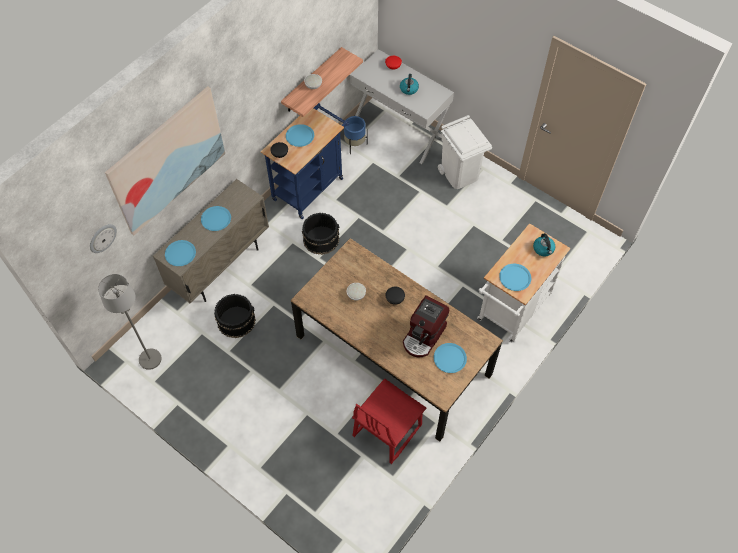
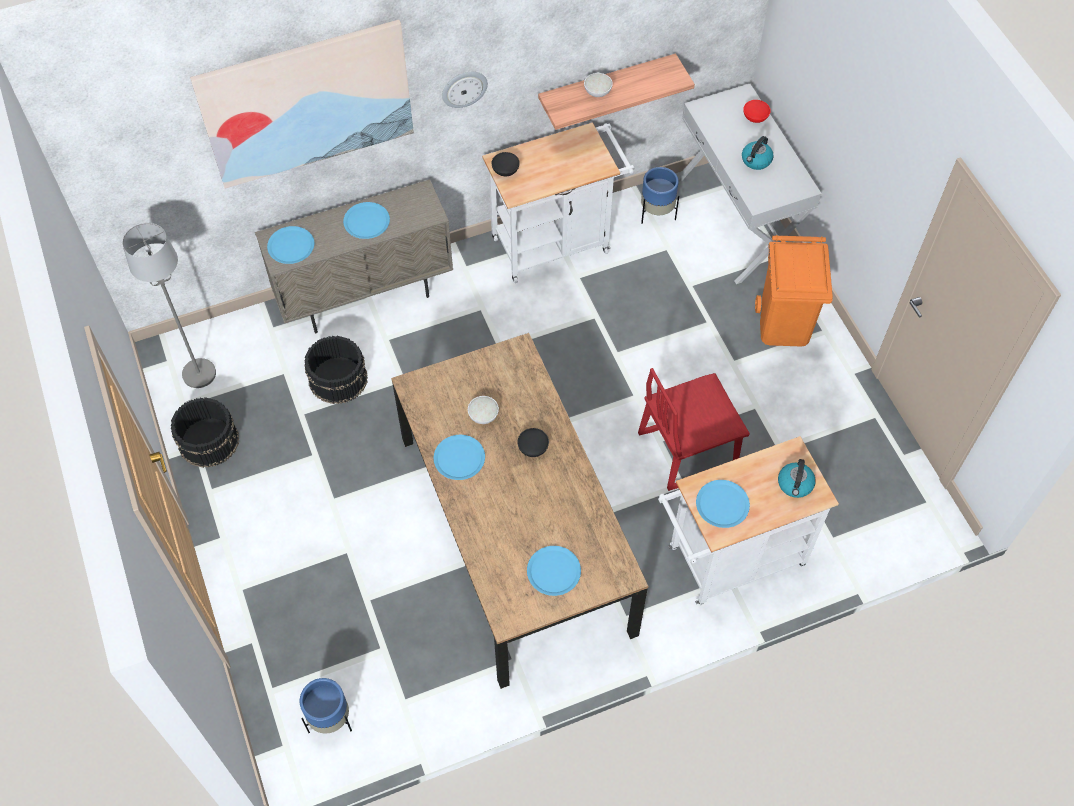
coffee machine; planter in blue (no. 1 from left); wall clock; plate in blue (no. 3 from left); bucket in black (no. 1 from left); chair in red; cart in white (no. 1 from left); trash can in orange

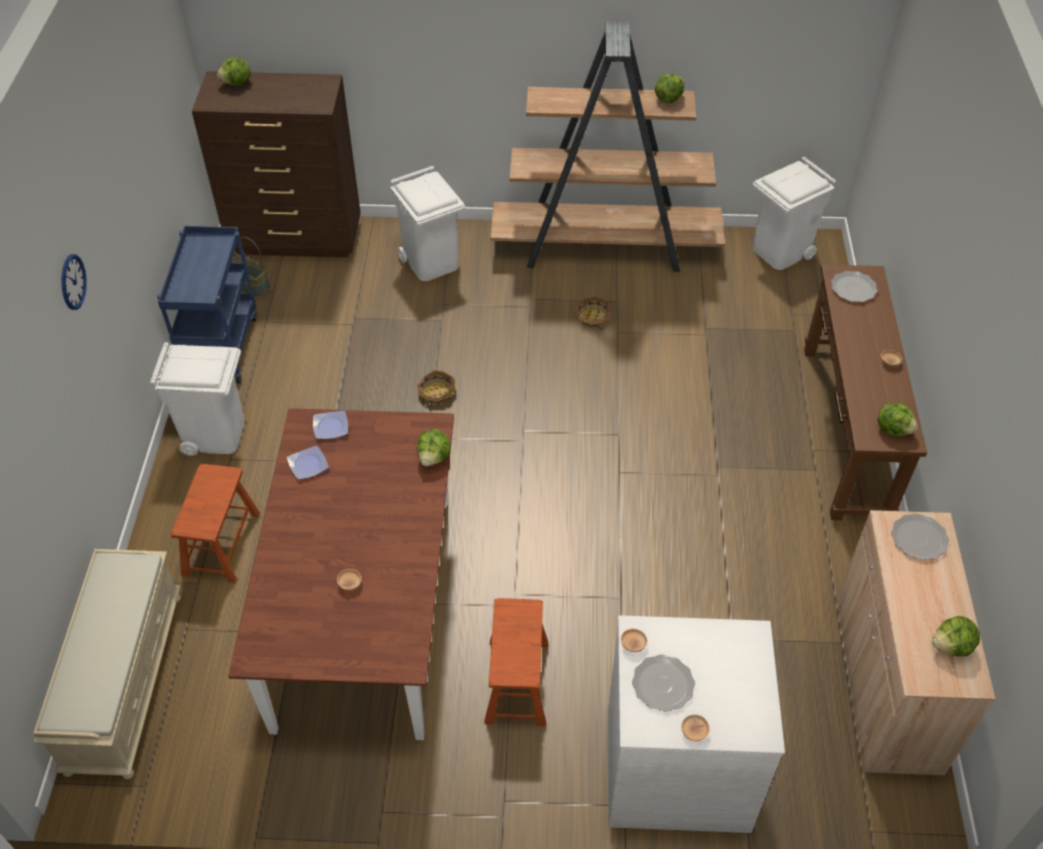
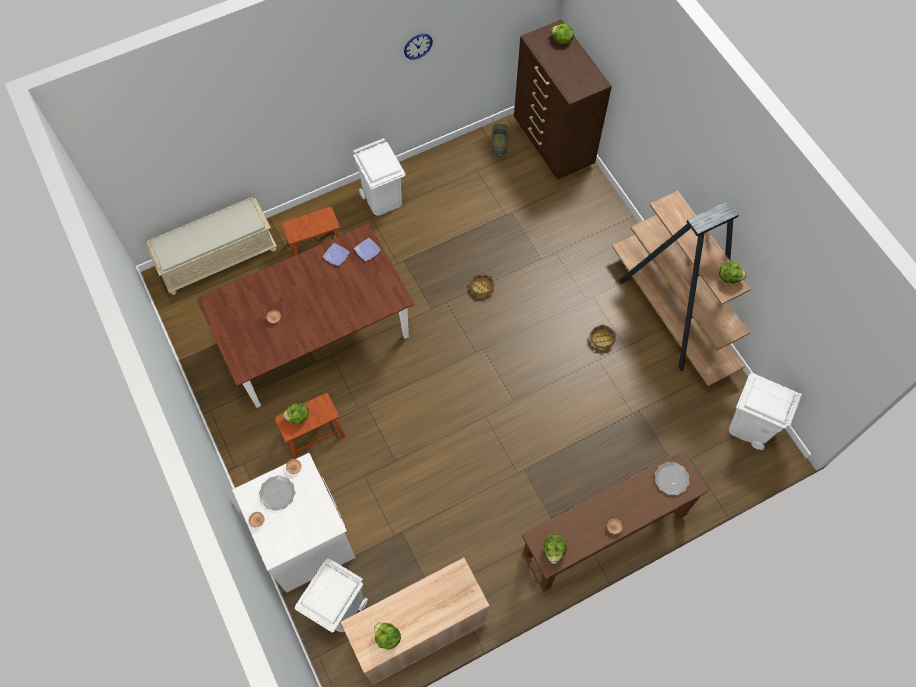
cart in blue; plate (no. 5 from left in the first image); wall clock; trash can in white (no. 1 from left); lettuce (no. 1 from left)

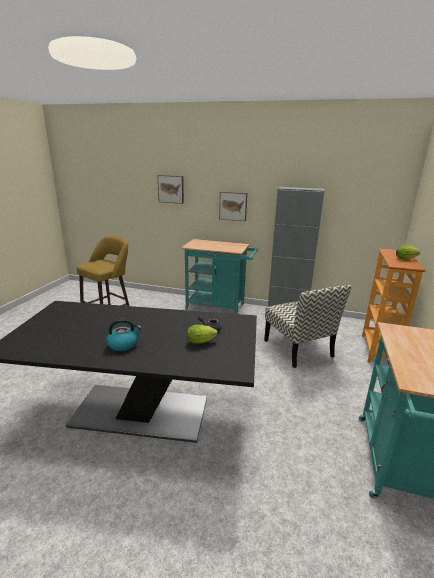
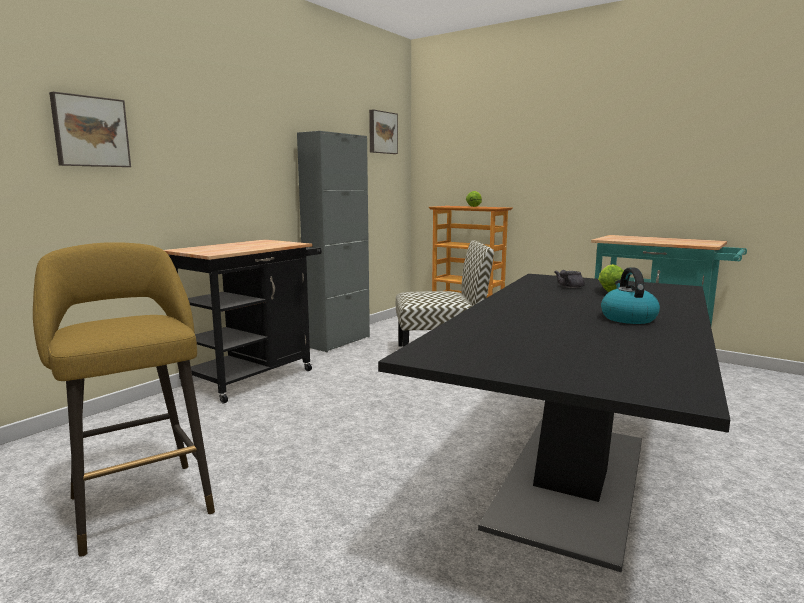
picture (no. 2 from left); cart in black

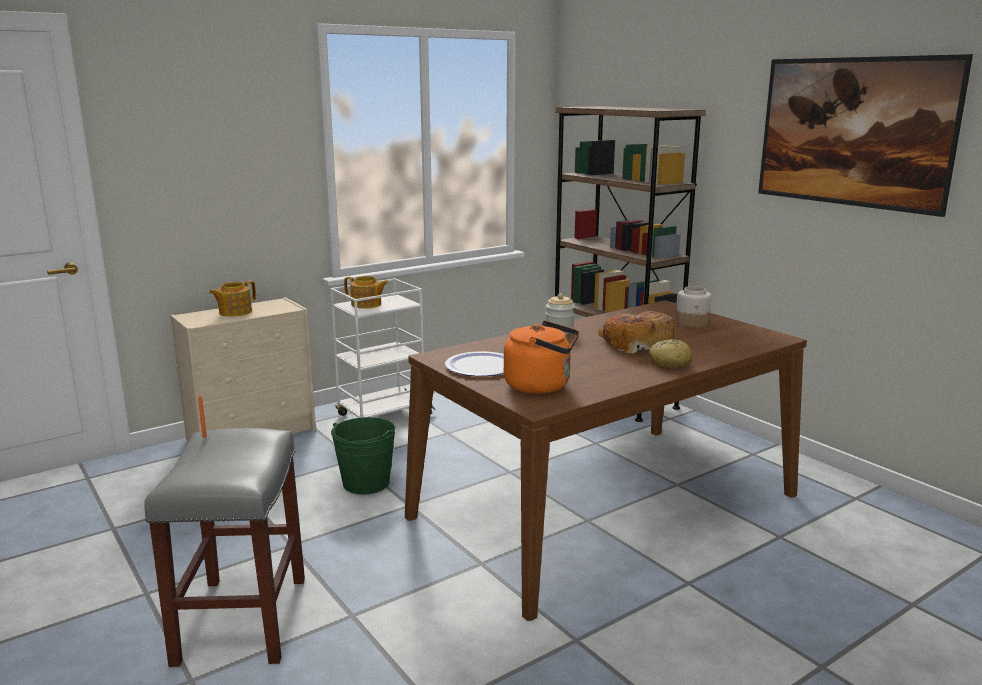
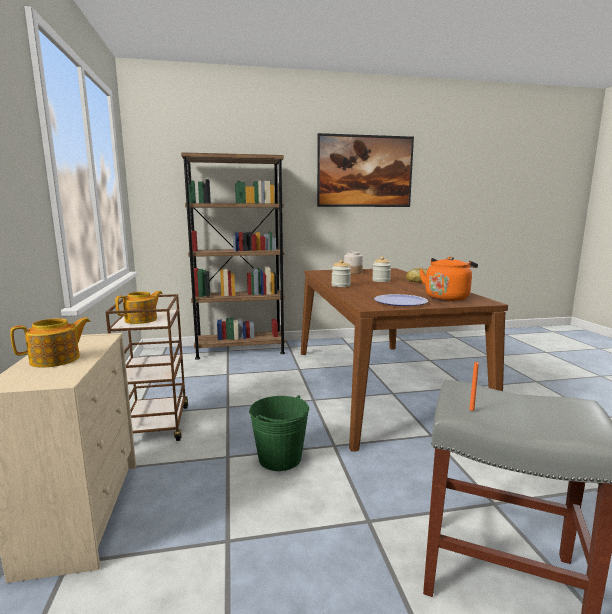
jar (no. 3 from left); cart in brown; teapot (no. 1 from left)

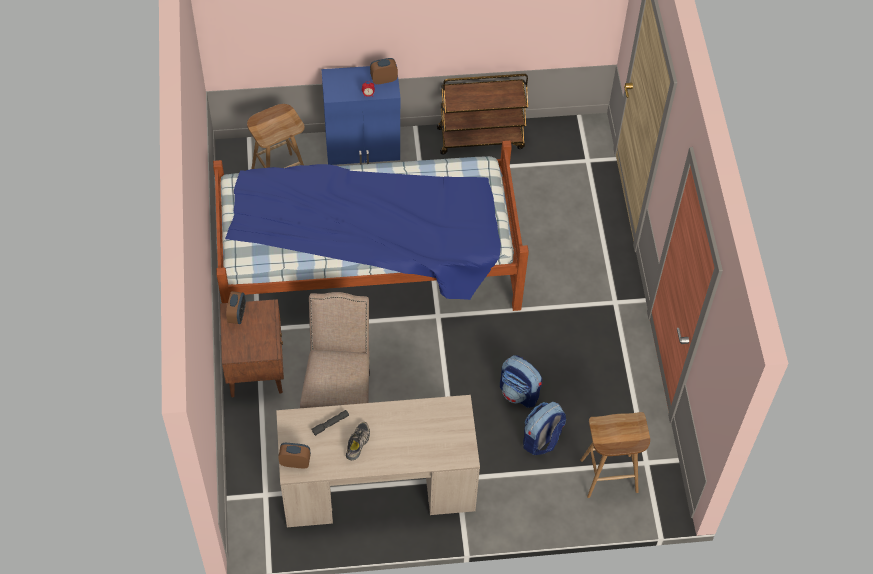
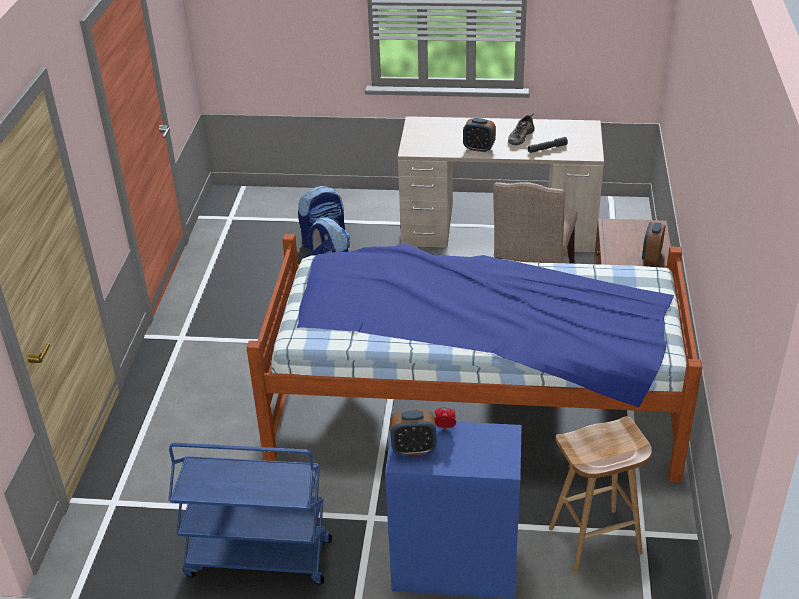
stool in brown (no. 2 from left in the first image); alarm clock (no. 3 from left); cart in blue

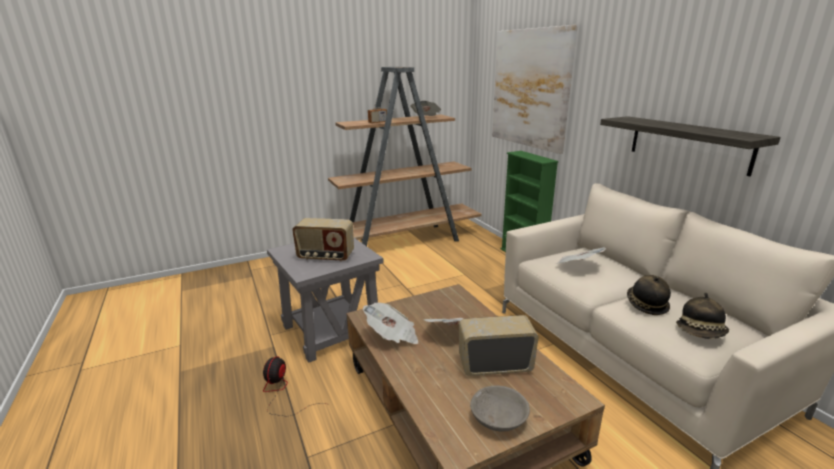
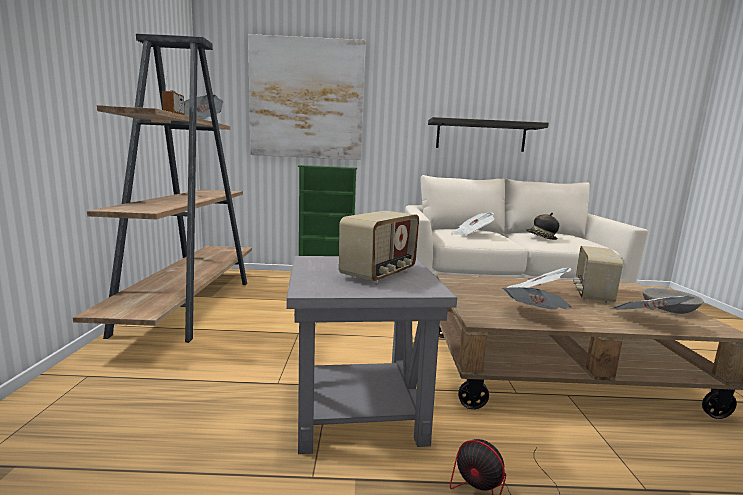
hat (no. 2 from left in the first image); newspaper (no. 5 from left)

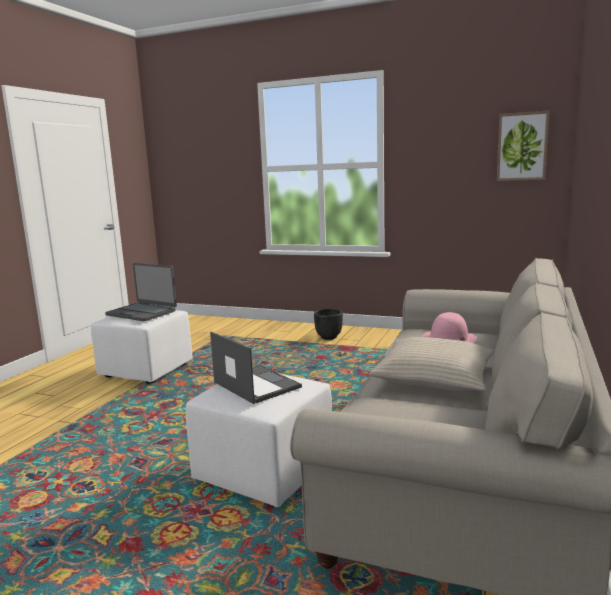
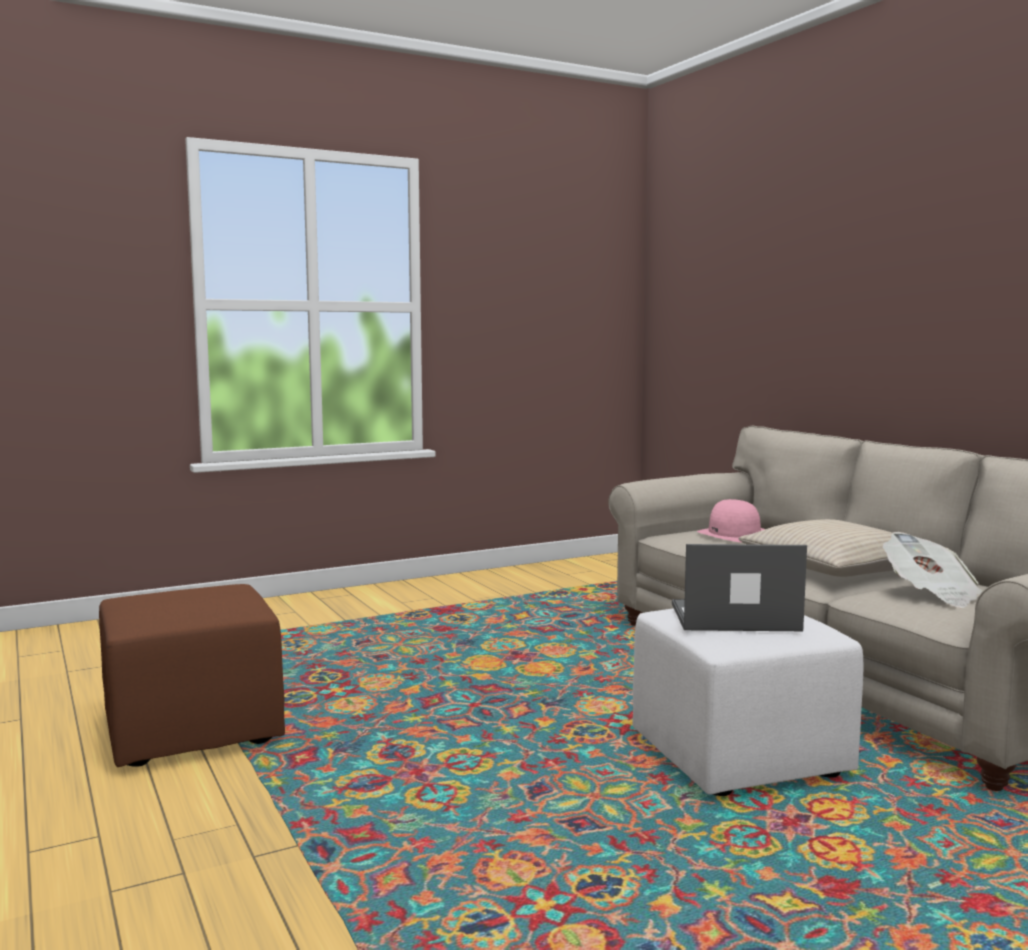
laptop (no. 1 from left in the first image); planter in black; picture; newspaper; ottoman in brown

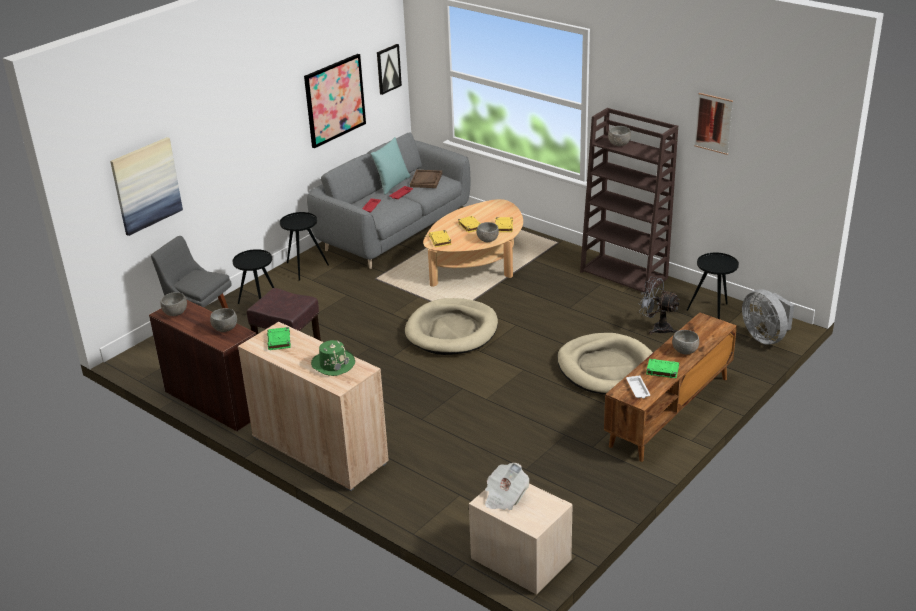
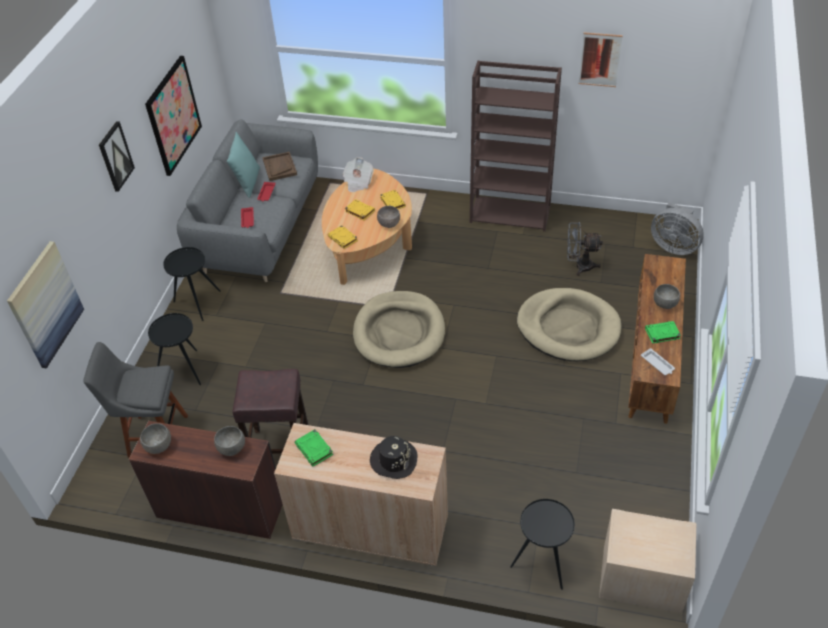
bowl in grey (no. 4 from left in the first image); picture (no. 2 from left); newspaper; side table in black (no. 3 from left); hat in black

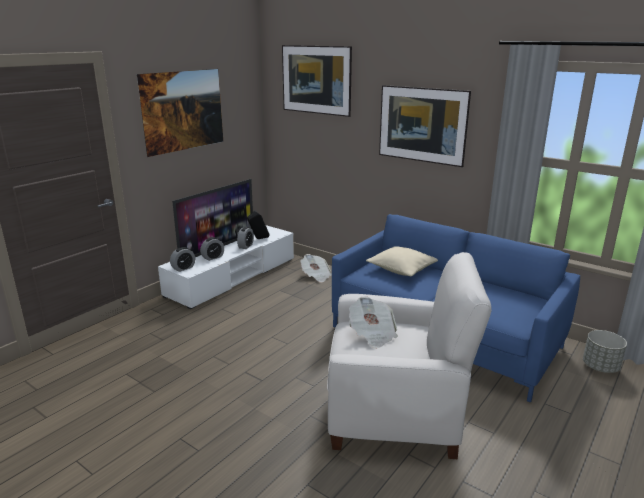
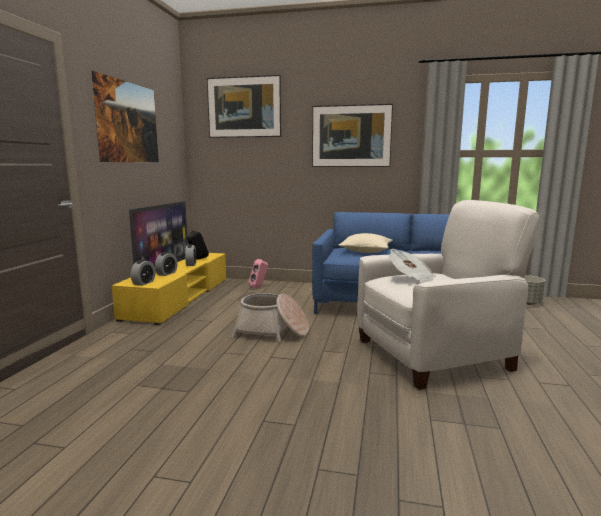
basket; speaker in pink; tv stand in yellow

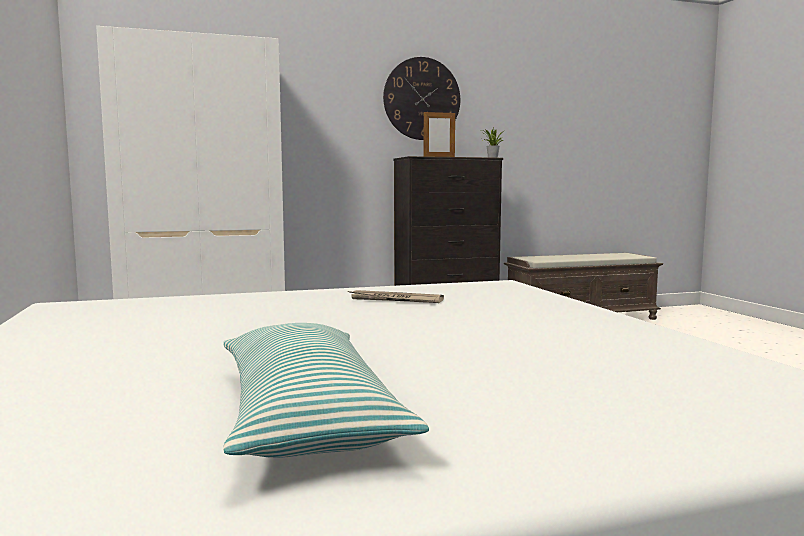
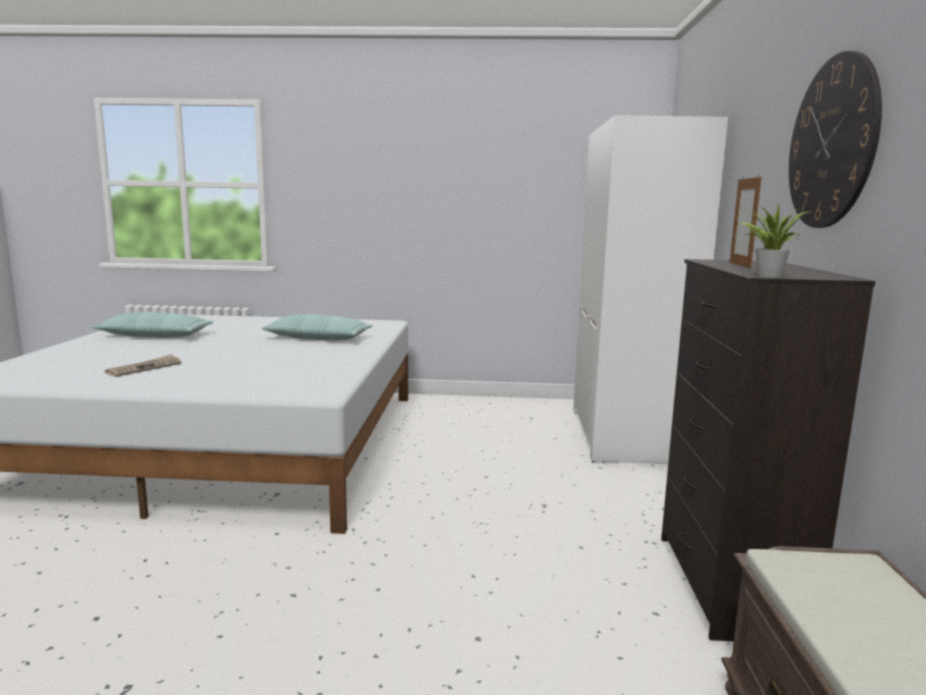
pillow (no. 2 from left); newspaper

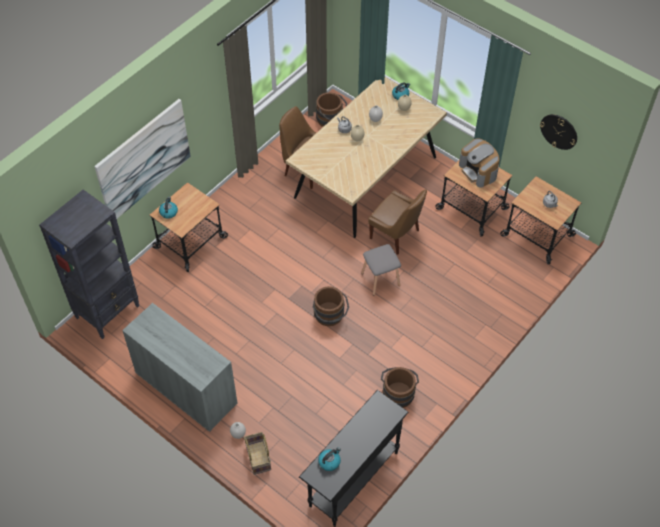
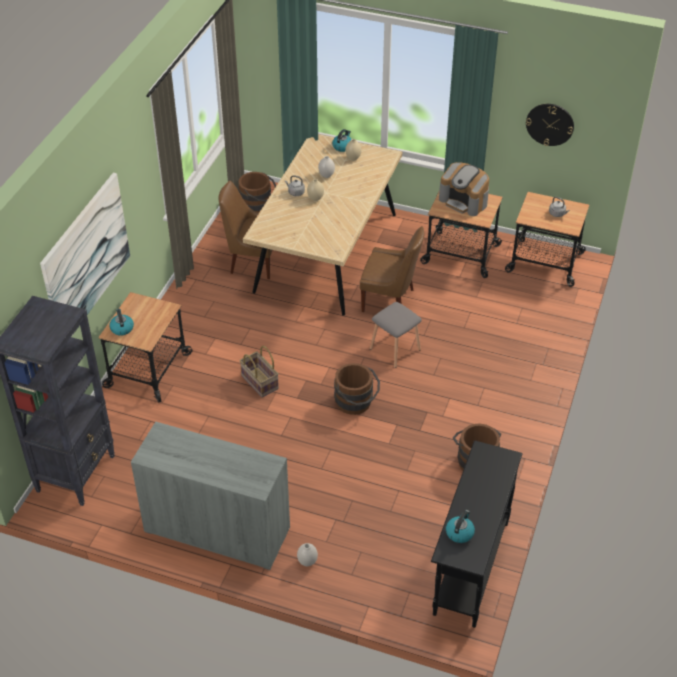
basket

